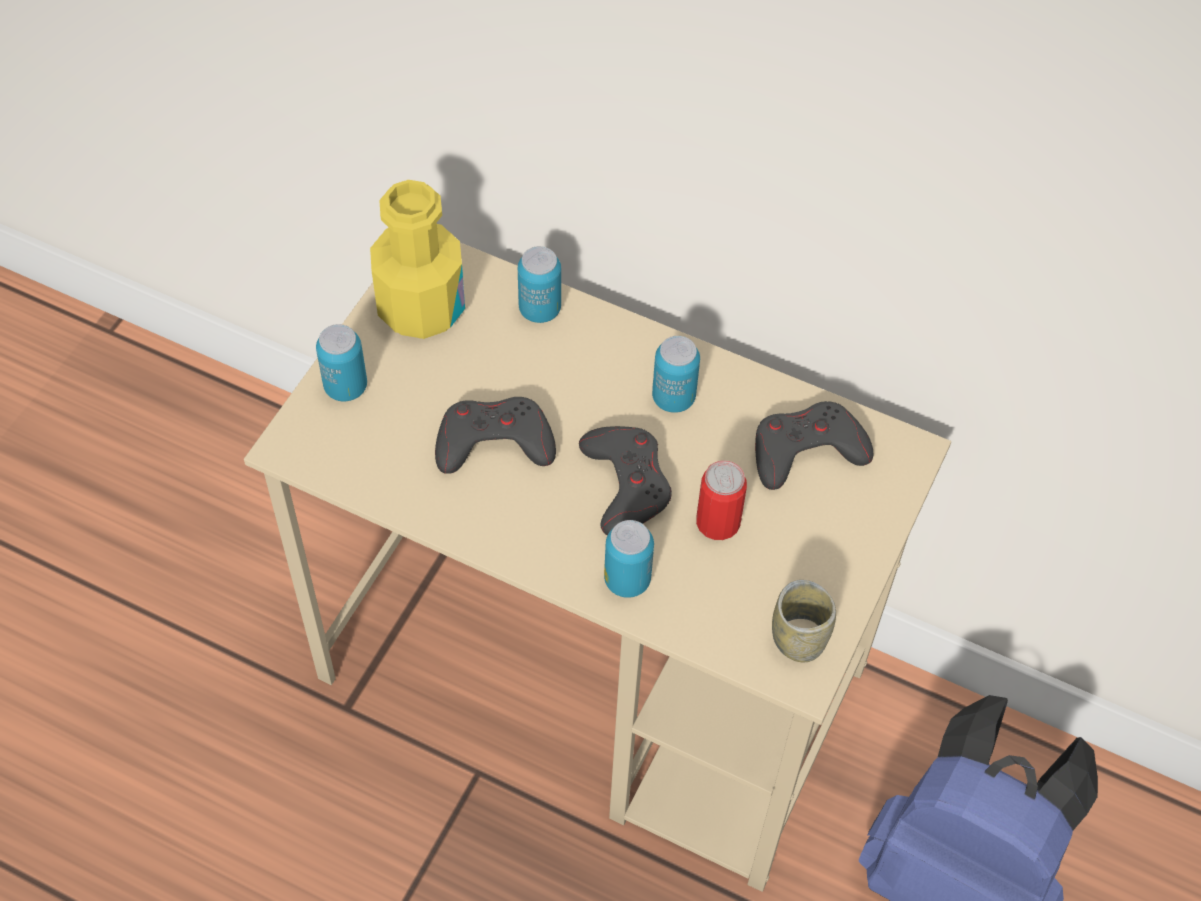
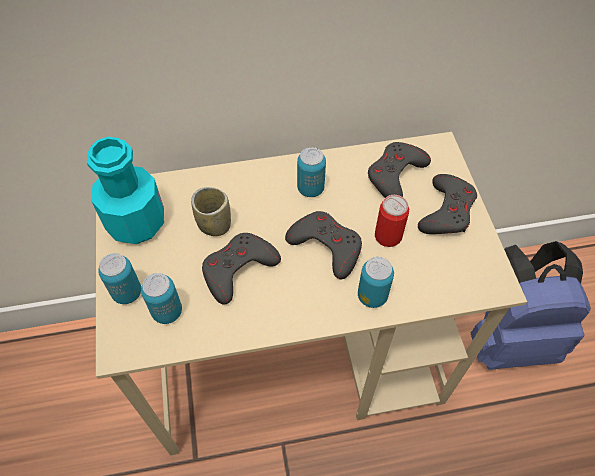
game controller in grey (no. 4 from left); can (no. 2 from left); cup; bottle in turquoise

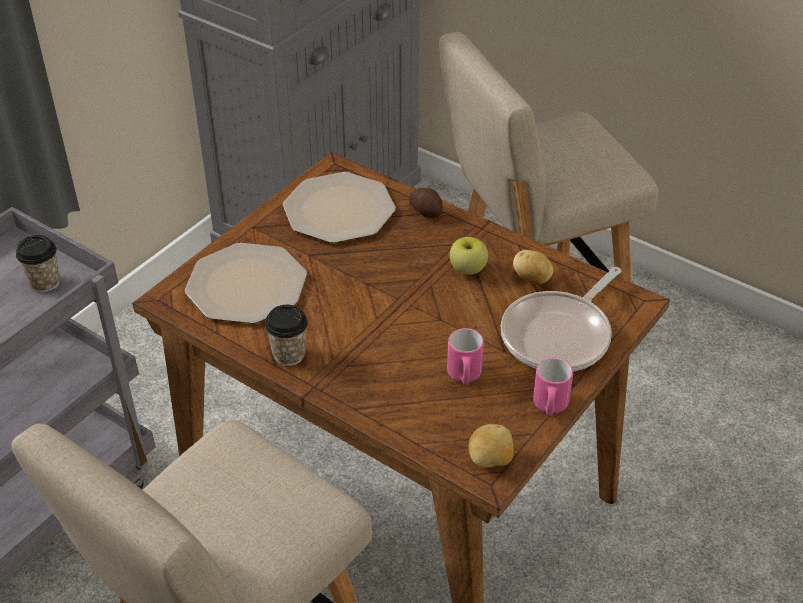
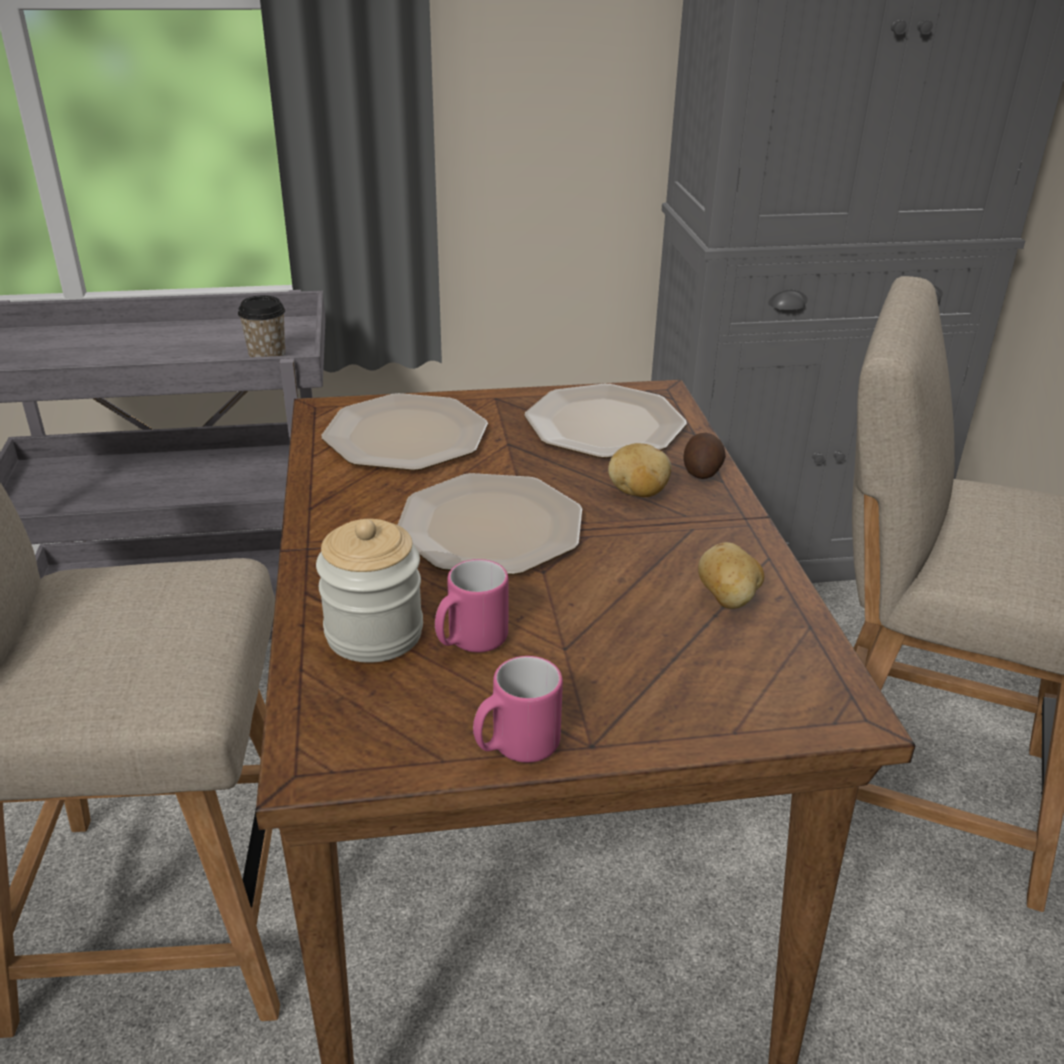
cup (no. 2 from left in the first image); apple; frying pan; jar; plate (no. 2 from left); potato (no. 1 from left)

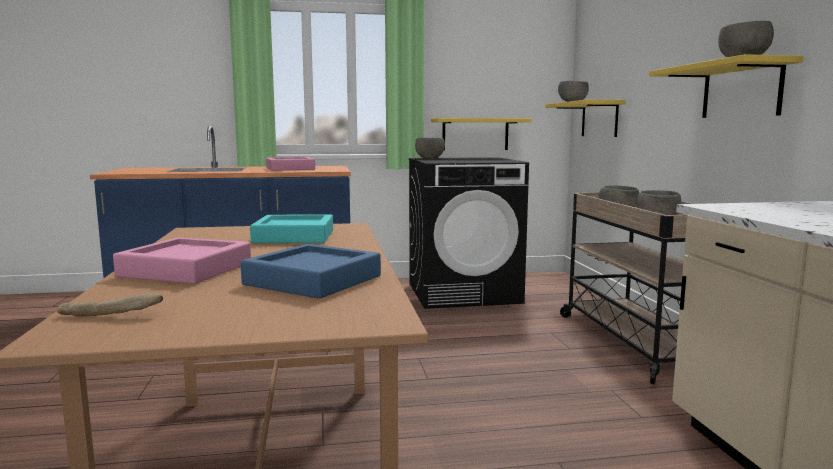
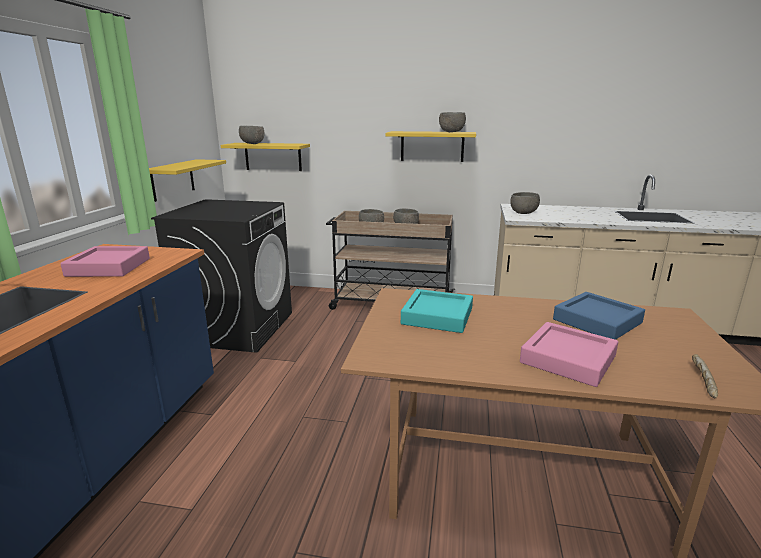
bowl in grey (no. 5 from left)

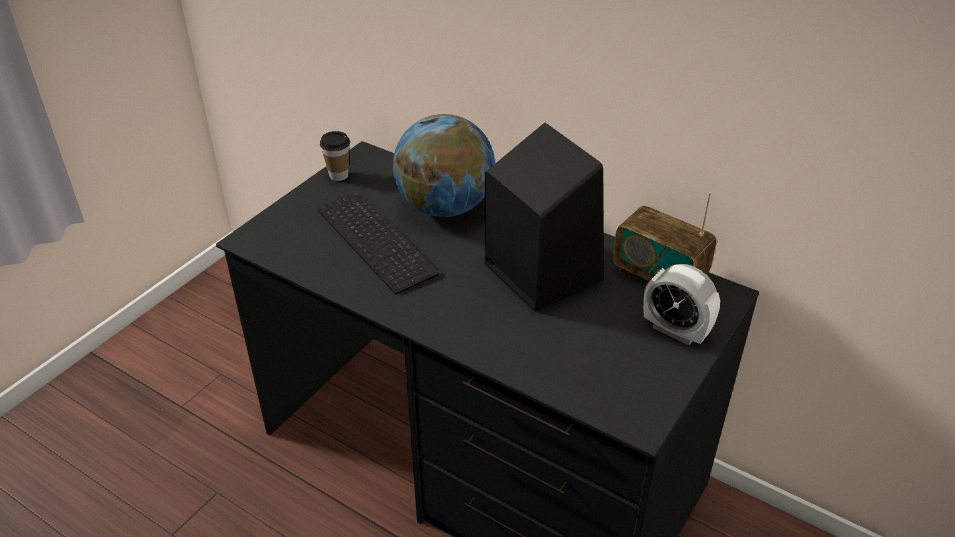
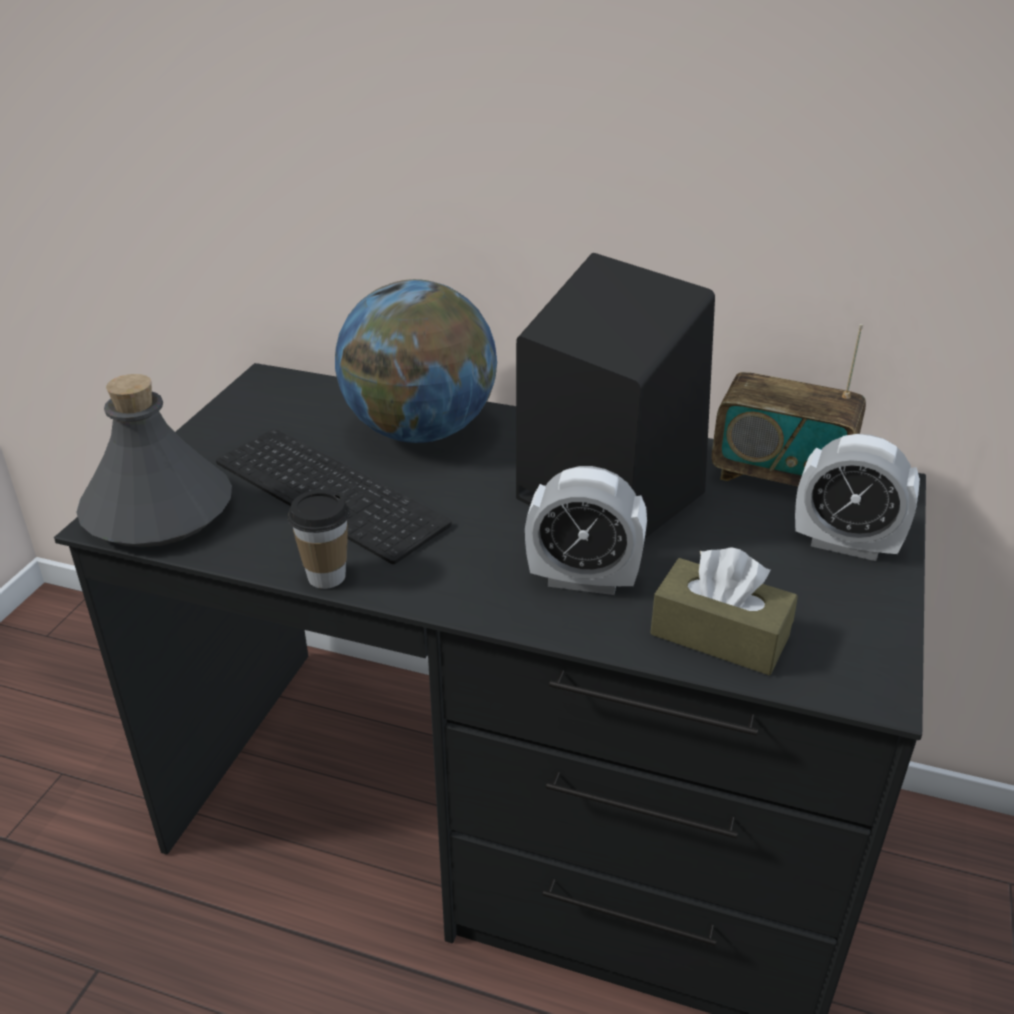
bottle in grey; alarm clock (no. 1 from left); tissue box in brown; cup

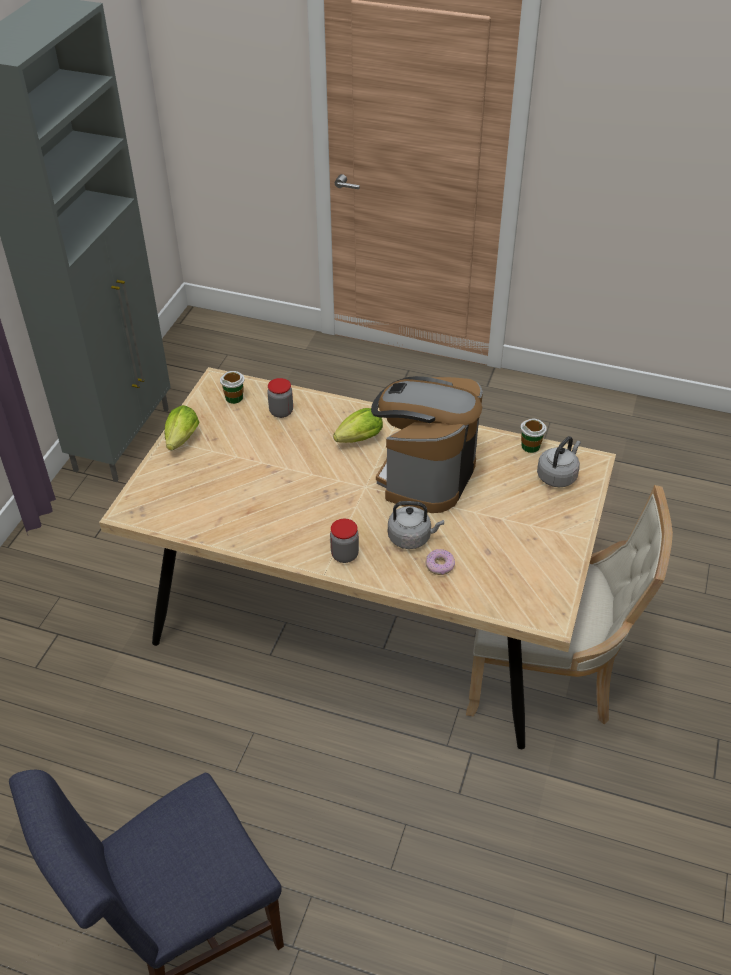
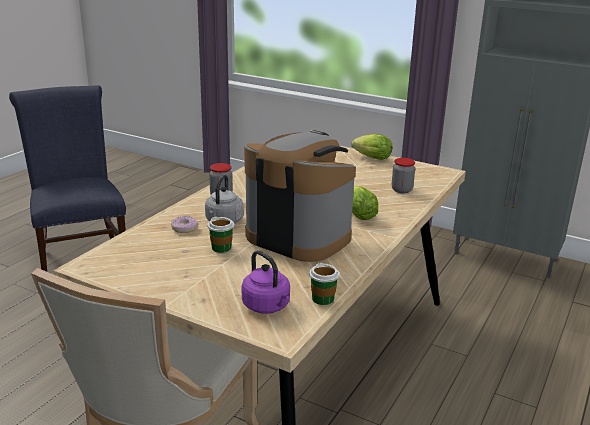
cup (no. 1 from left); kettle in purple

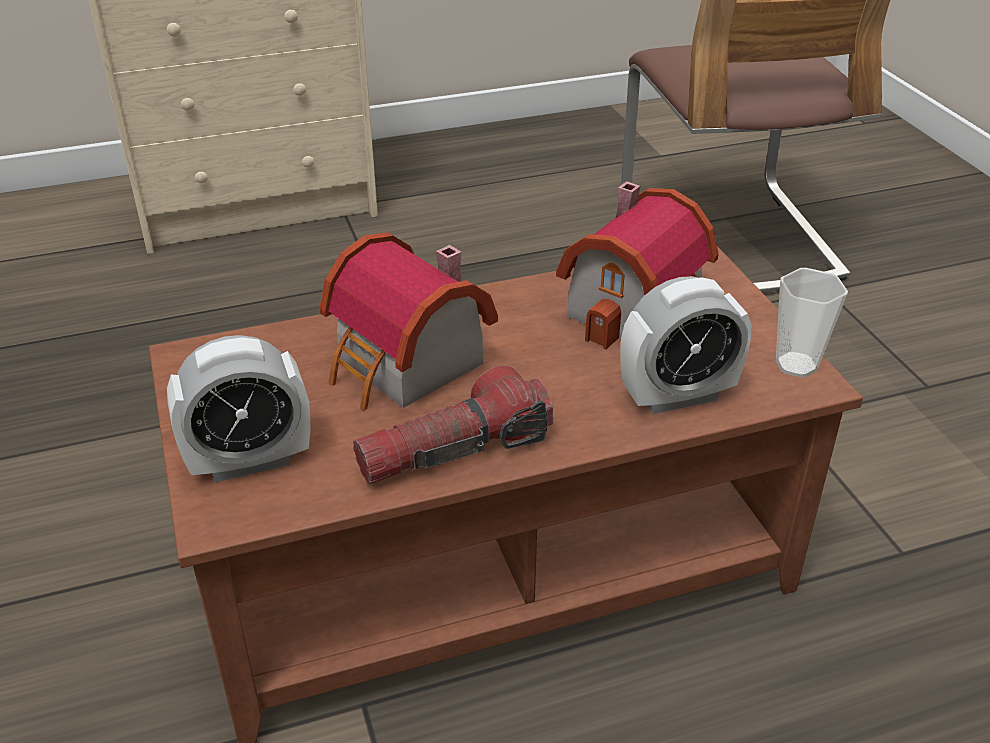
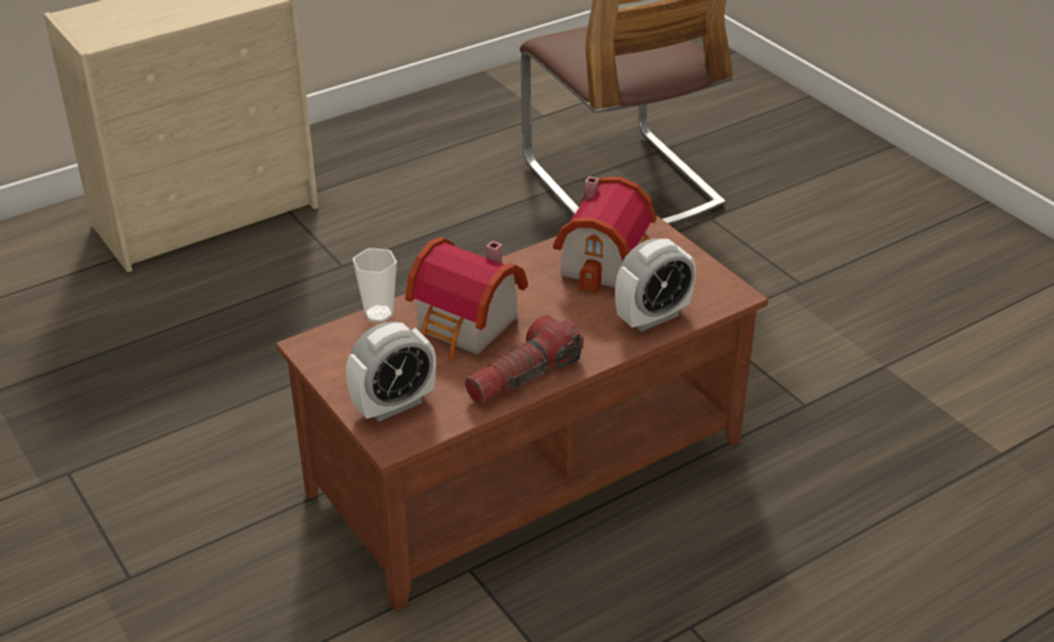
cup

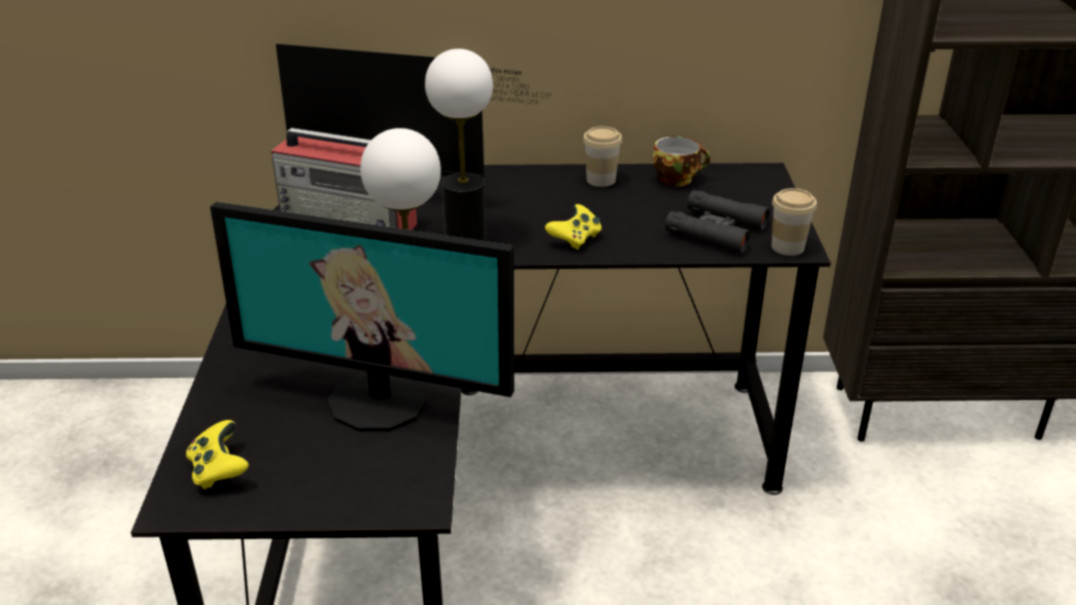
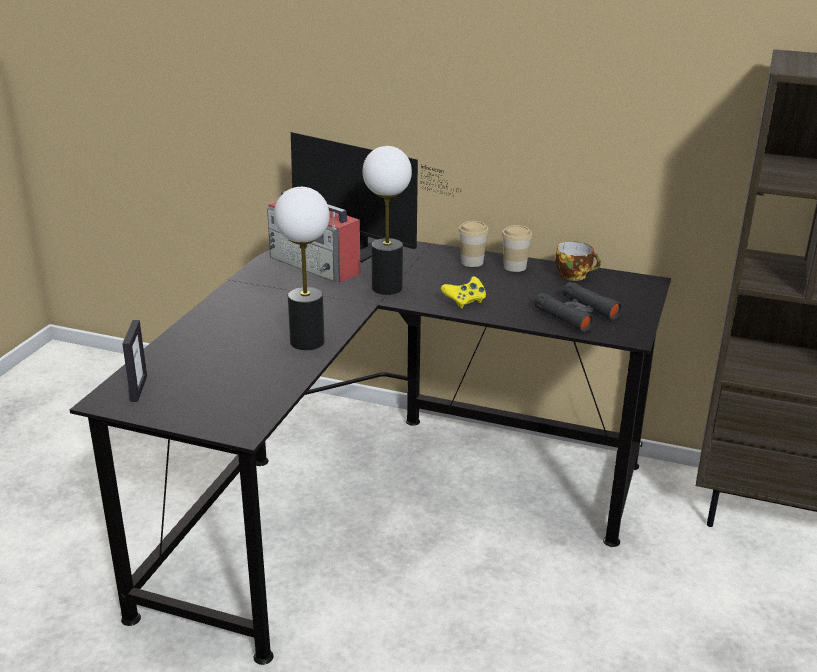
monitor (no. 1 from left in the first image); cup (no. 1 from left); picture frame

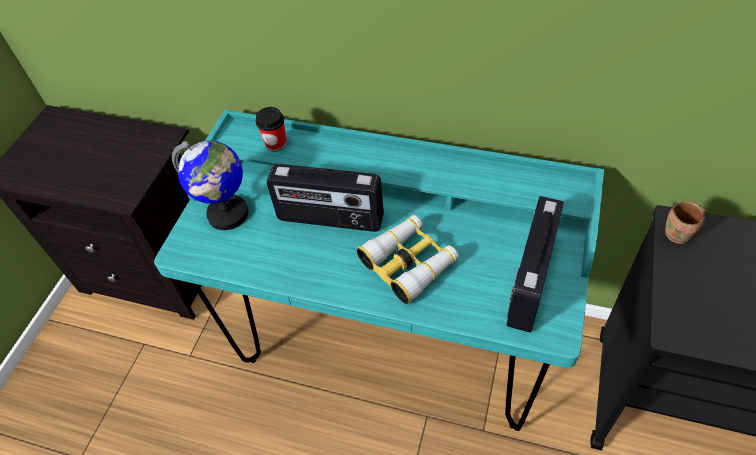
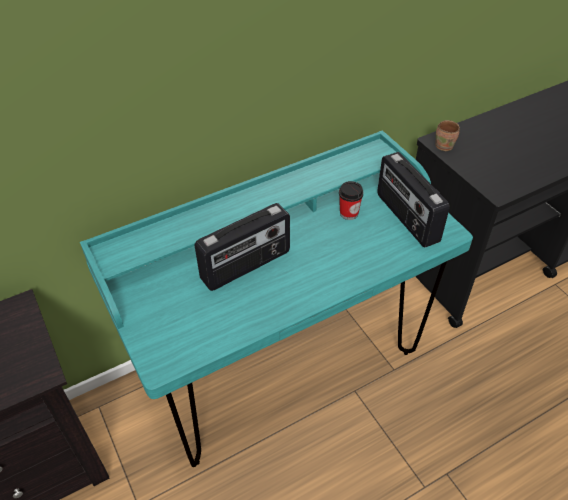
globe; binoculars; cup

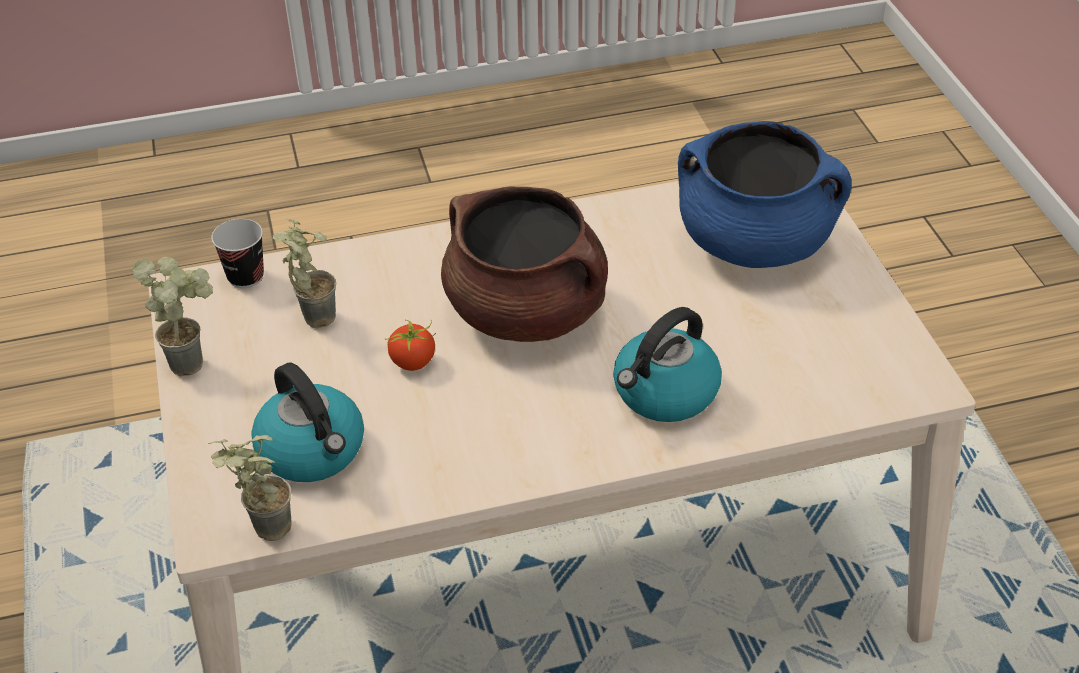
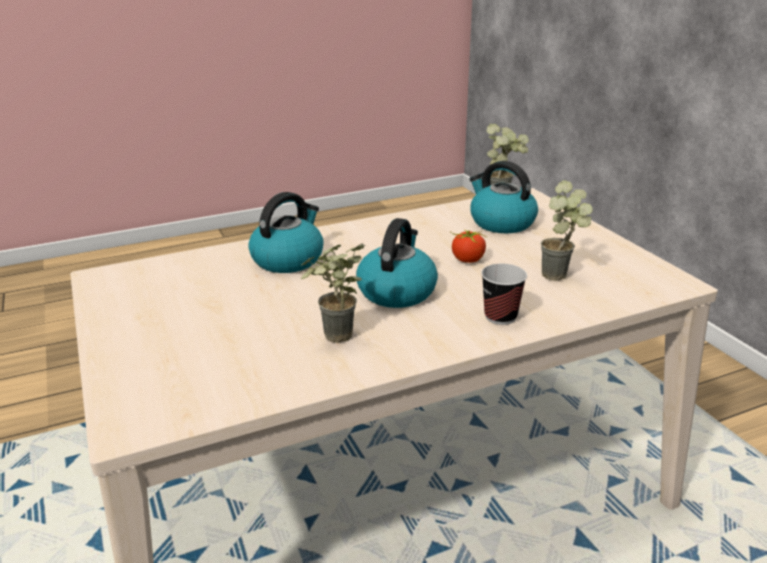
cooking pot in blue; potted plant (no. 1 from left); cup; kettle (no. 2 from left)

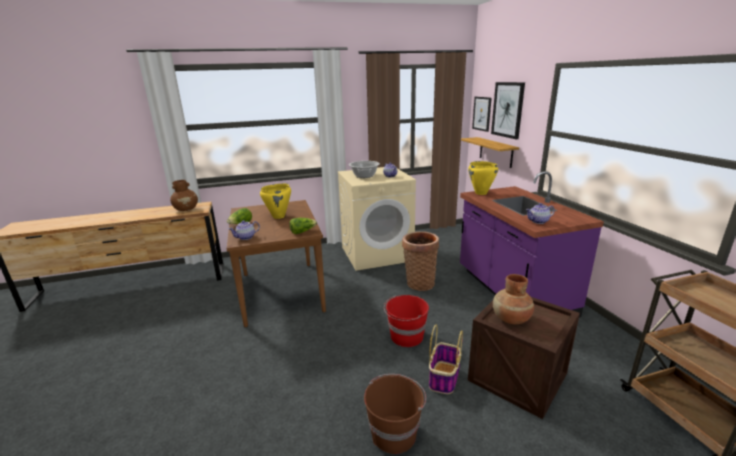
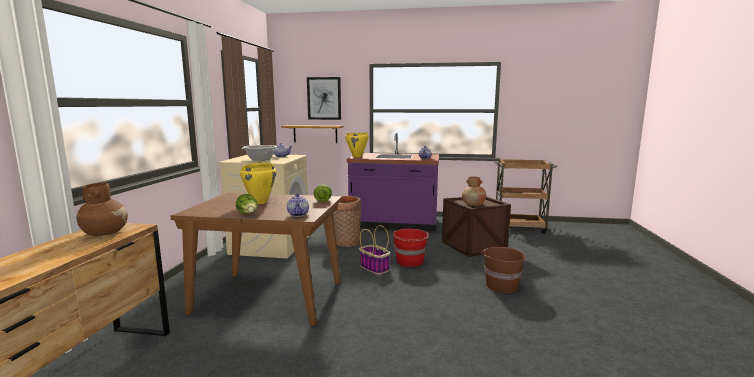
picture (no. 1 from left in the first image); basket (no. 2 from left)

